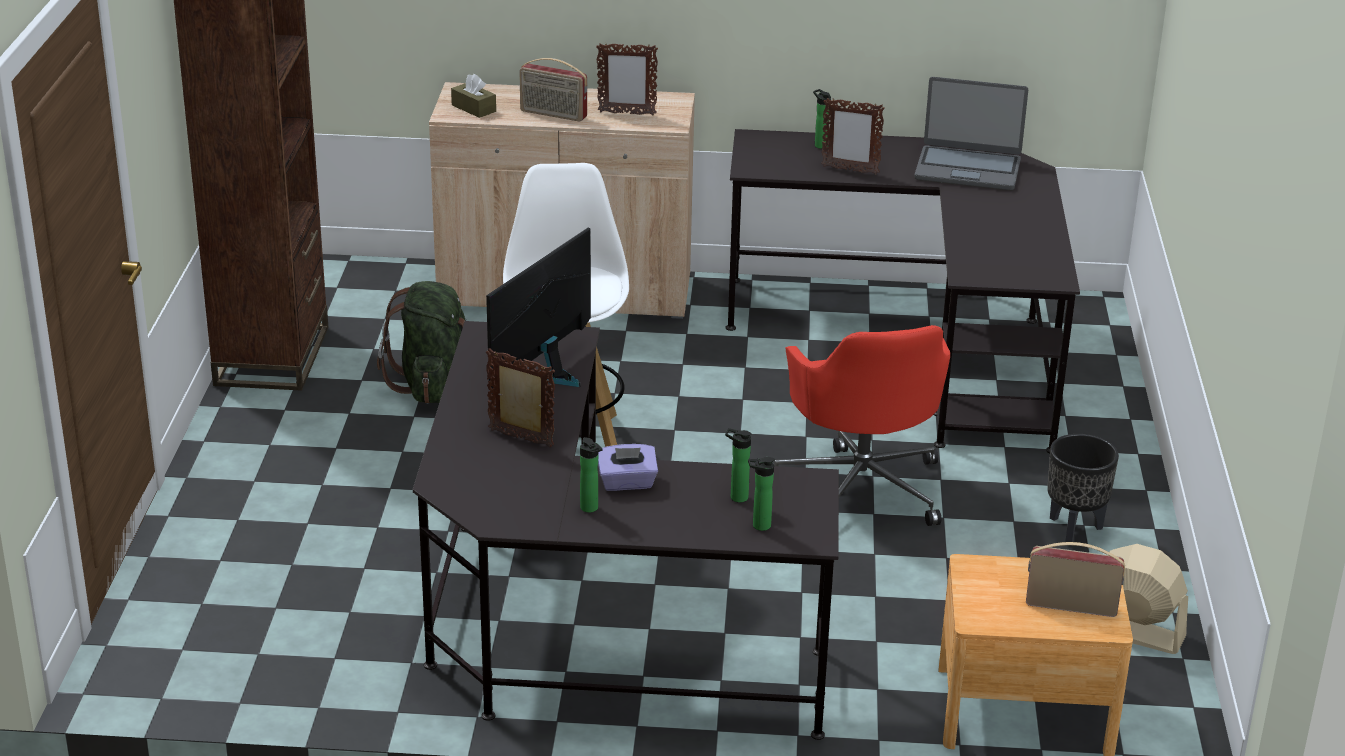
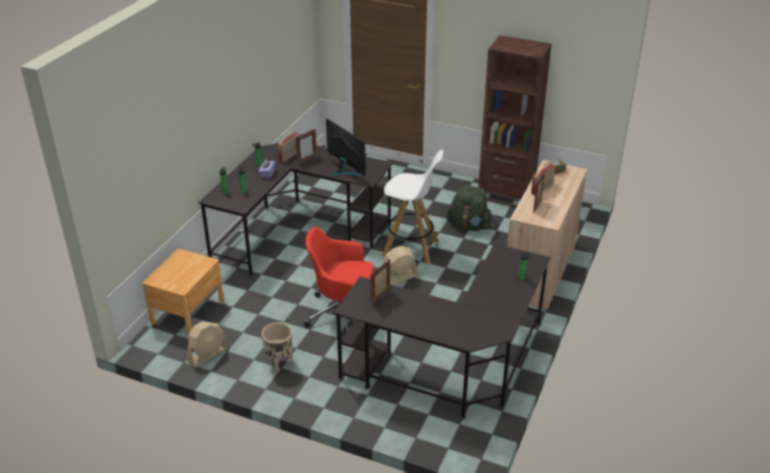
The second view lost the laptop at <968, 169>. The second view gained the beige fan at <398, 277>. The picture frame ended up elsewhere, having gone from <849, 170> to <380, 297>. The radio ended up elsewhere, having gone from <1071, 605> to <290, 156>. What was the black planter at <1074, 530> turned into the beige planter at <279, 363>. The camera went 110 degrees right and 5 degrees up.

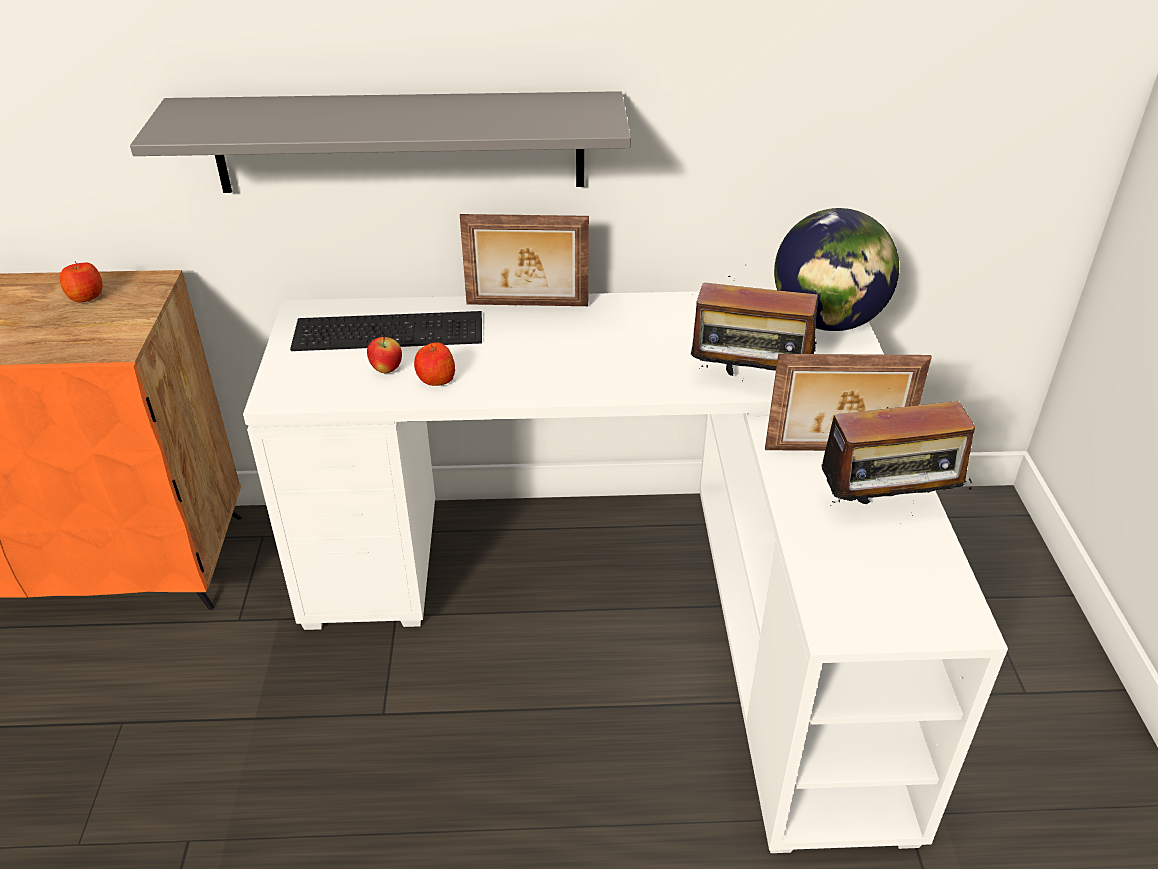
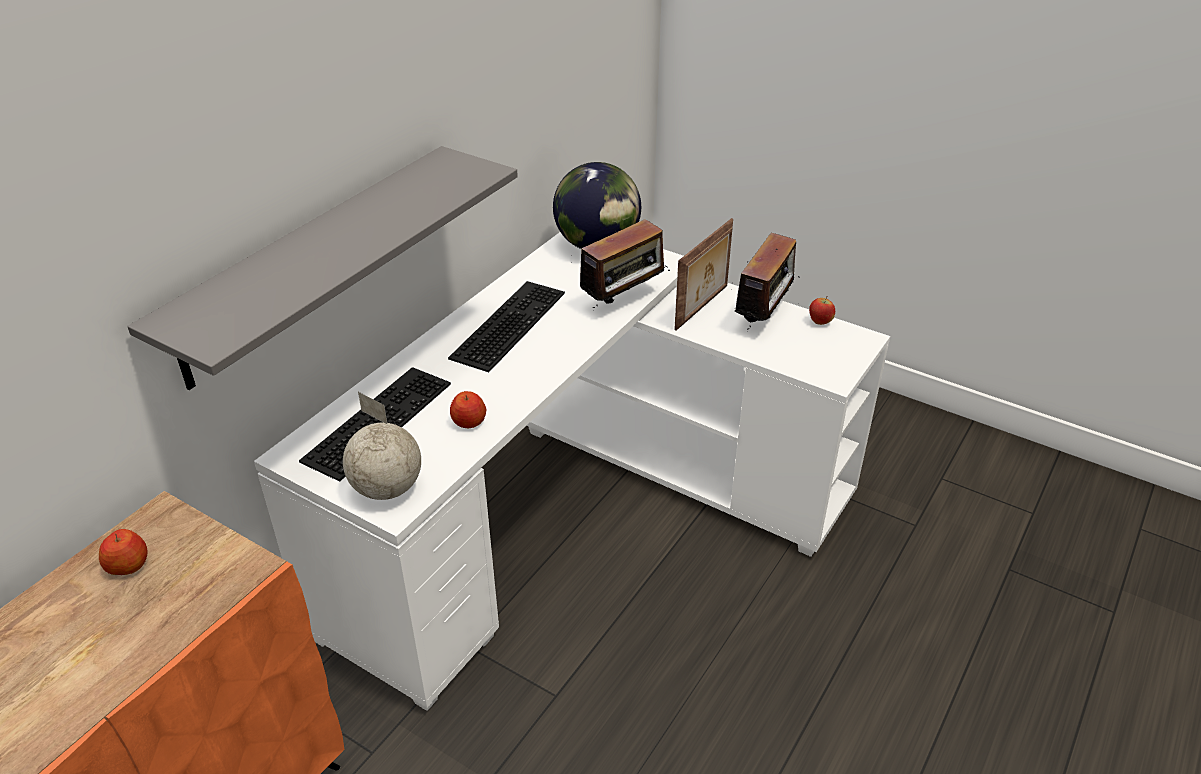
The second view lost the picture frame at <527, 305>. The second view gained the globe at <387, 488>. The second view gained the keyboard at <507, 323>. The apple ended up elsewhere, having gone from <386, 370> to <820, 322>. The camera went 55 degrees left and 0 degrees up.

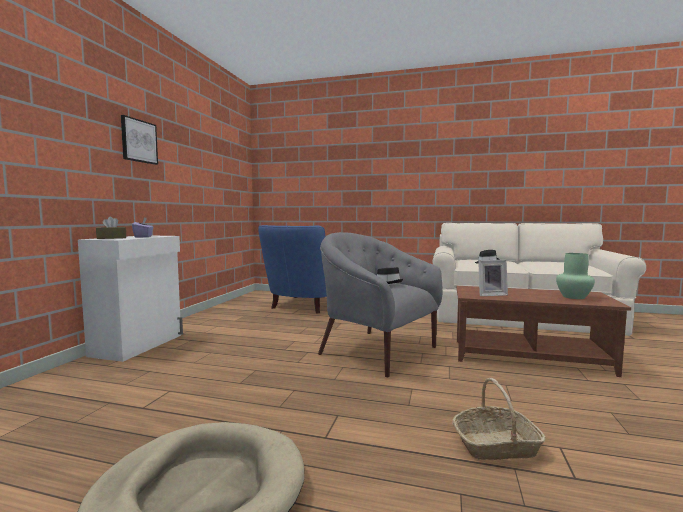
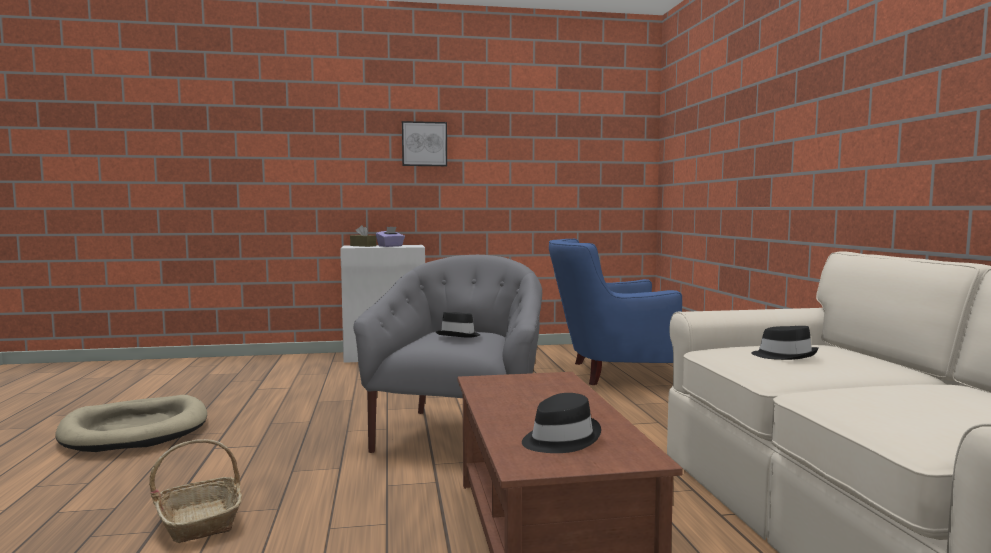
The second view lost the picture frame at <490, 294>. Where the green vase stood at <574, 297>, the black hat came to stand at <560, 439>. The camera went 65 degrees right and 0 degrees up.

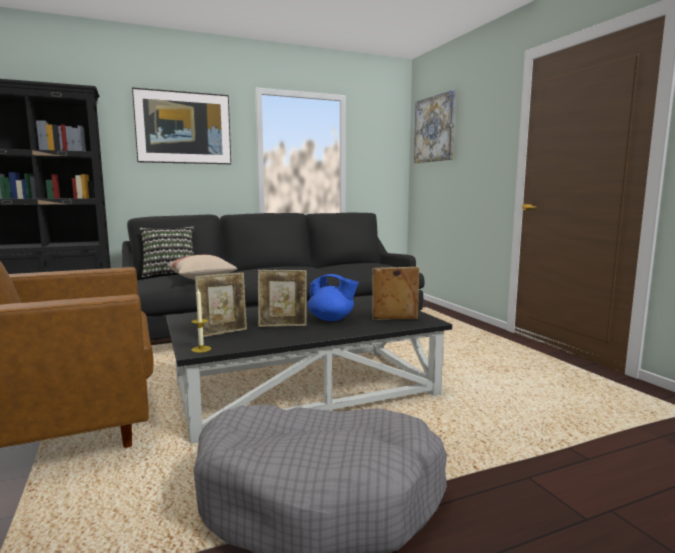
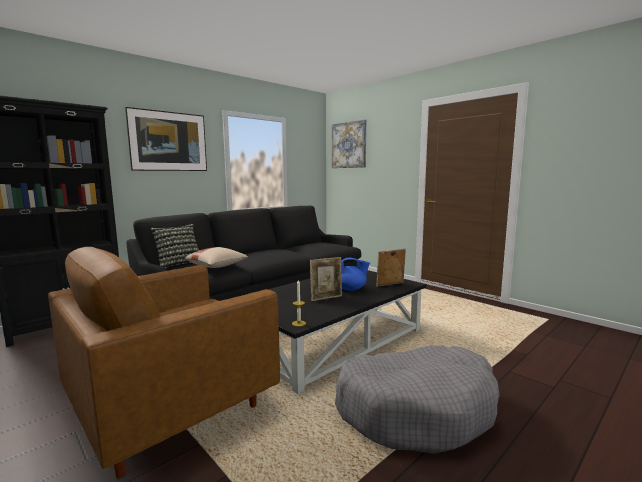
The second view lost the picture frame at <223, 333>. The camera went 20 degrees left and 0 degrees up.

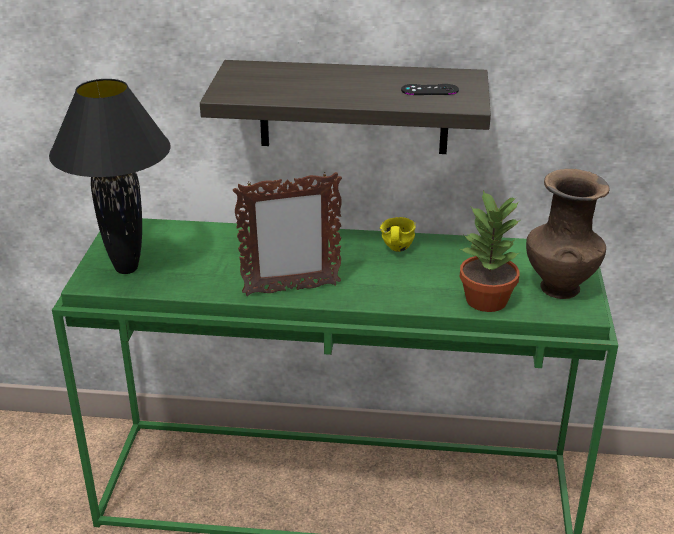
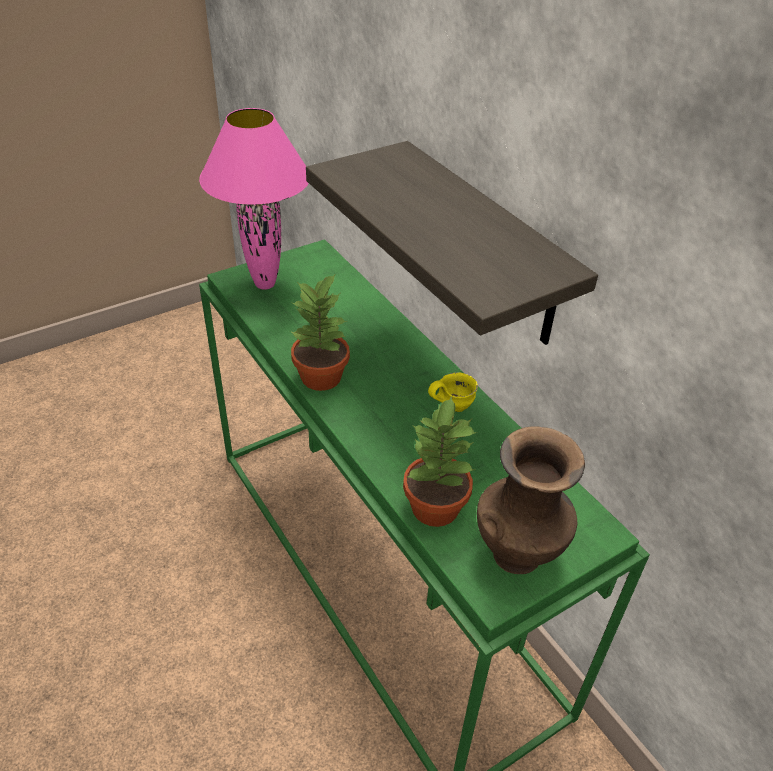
The second view lost the black game controller at <429, 90>. Where the picture frame stood at <290, 290>, the potted plant came to stand at <322, 377>. What was the black table lamp at <128, 268> turned into the pink table lamp at <266, 284>. The camera went 50 degrees right and 10 degrees up.

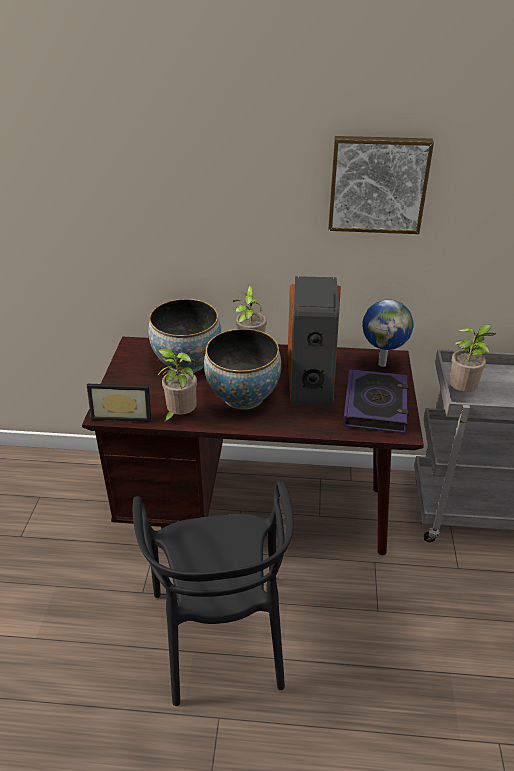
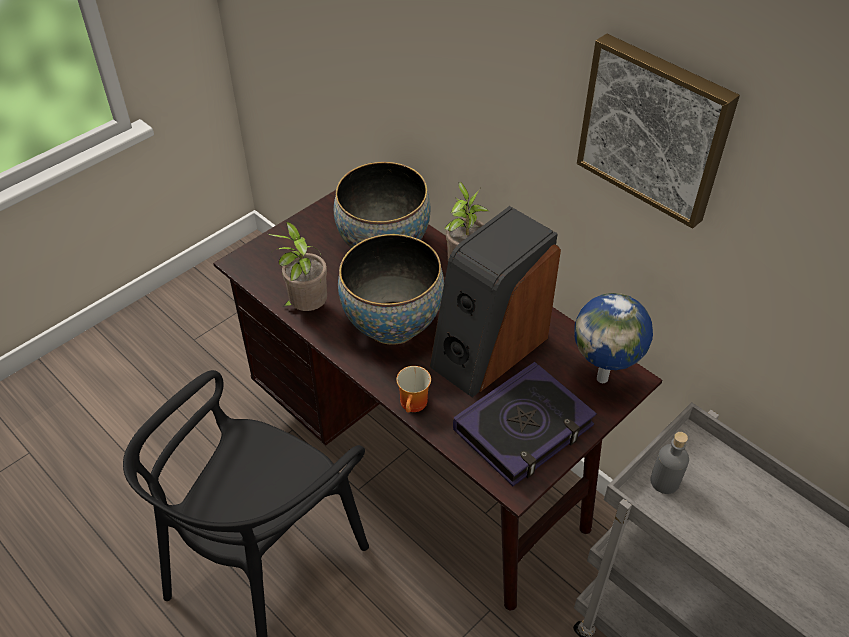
The second view lost the picture frame at <123, 414>. The second view gained the mug at <415, 404>. Where the potted plant stood at <462, 392>, the grey bottle came to stand at <664, 481>. The camera went 40 degrees right and 10 degrees up.

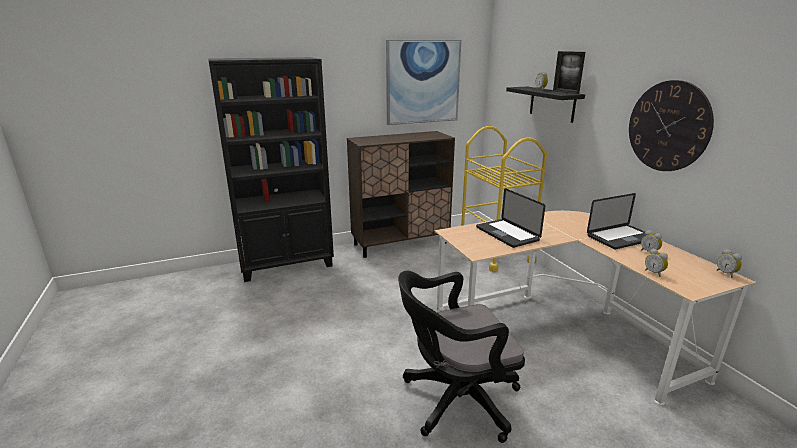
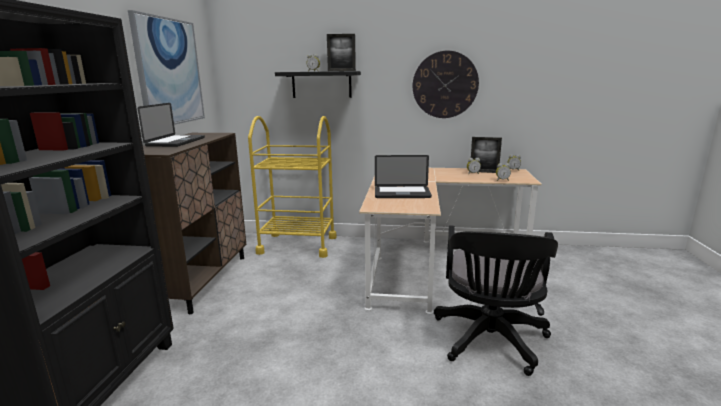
The second view gained the picture frame at <484, 172>. The laptop ended up elsewhere, having gone from <621, 238> to <176, 142>. The camera went 60 degrees left and 5 degrees down.

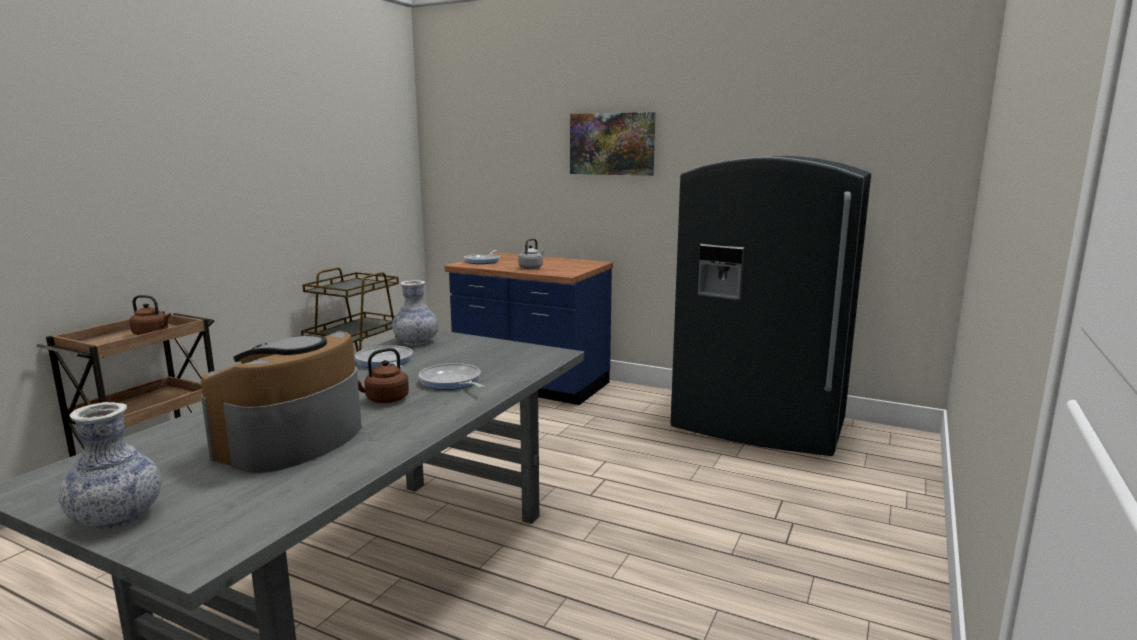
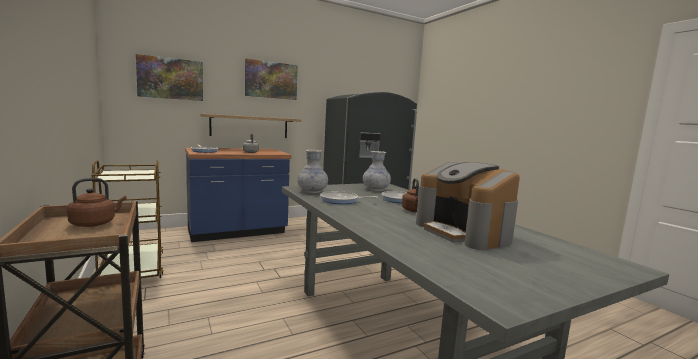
The second view gained the picture at <170, 78>. The second view gained the shelf at <250, 126>. The vase ended up elsewhere, having gone from <117, 517> to <375, 189>. The camera went 55 degrees left and 5 degrees down.

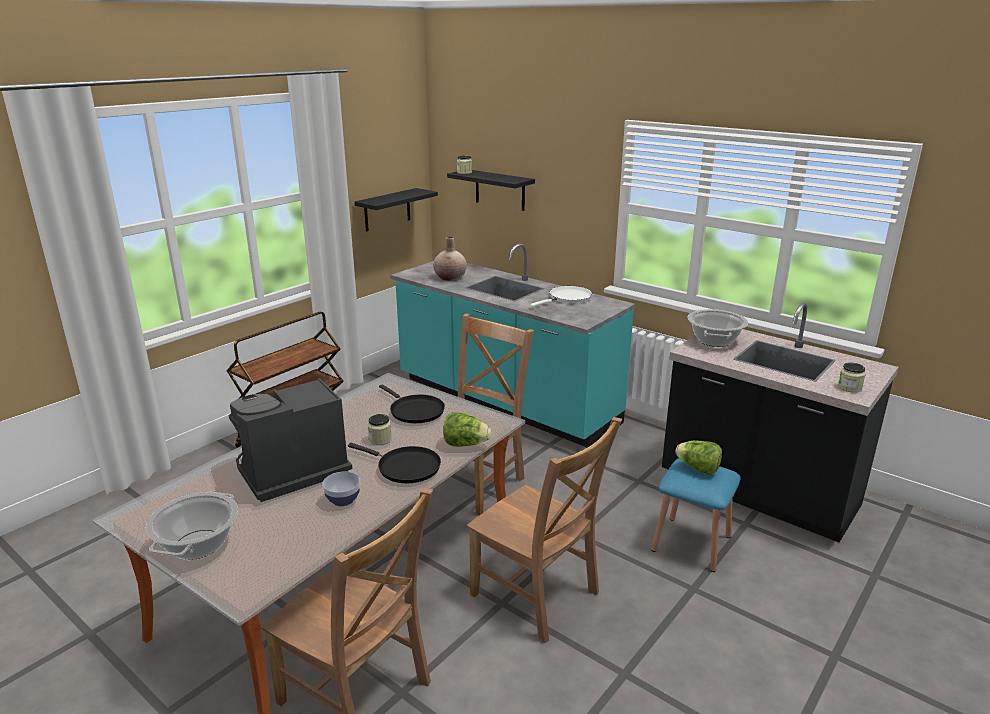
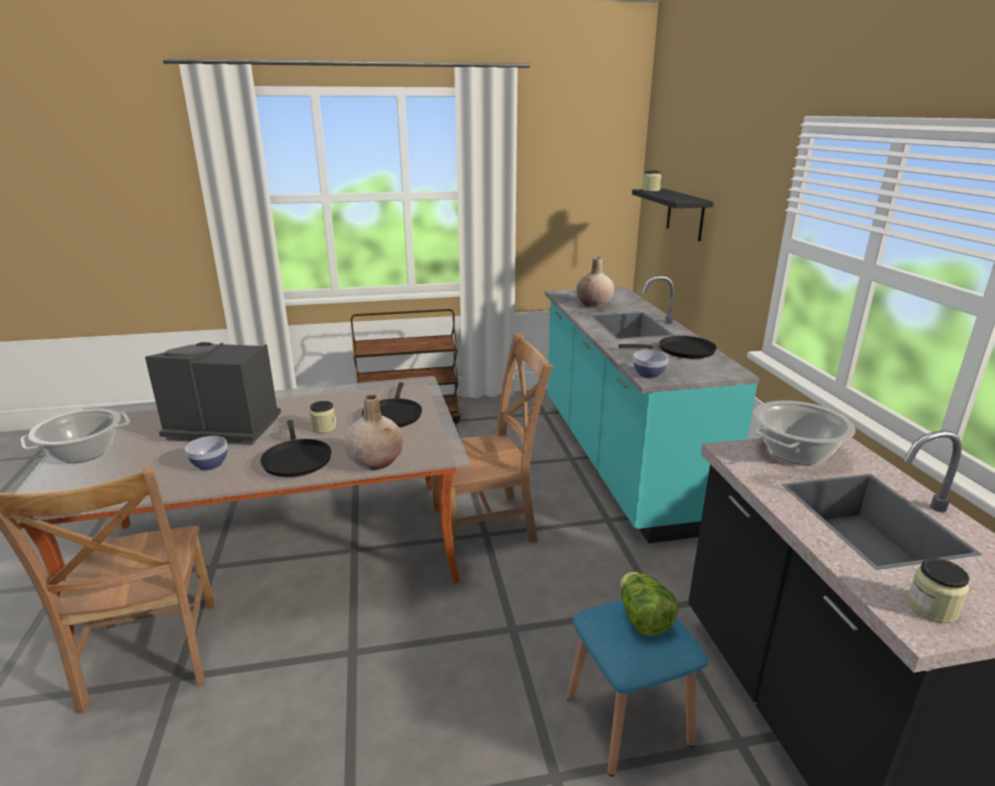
The second view lost the black shelf at <387, 210>. The second view lost the brown chair at <538, 596>. The second view gained the bowl at <648, 374>. Where the lettuce stood at <465, 444>, the beige vase came to stand at <376, 461>. What was the white frying pan at <568, 298> turned into the black frying pan at <682, 351>. The camera went 40 degrees right and 0 degrees up.

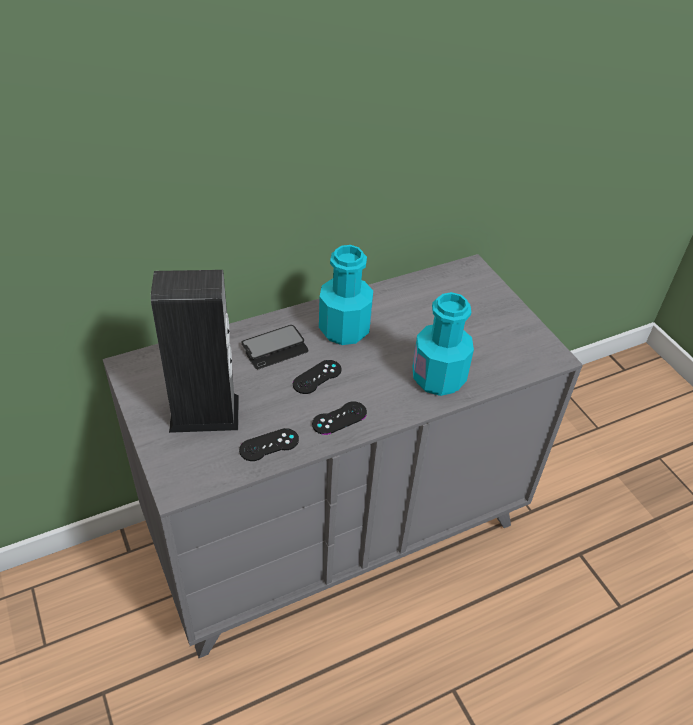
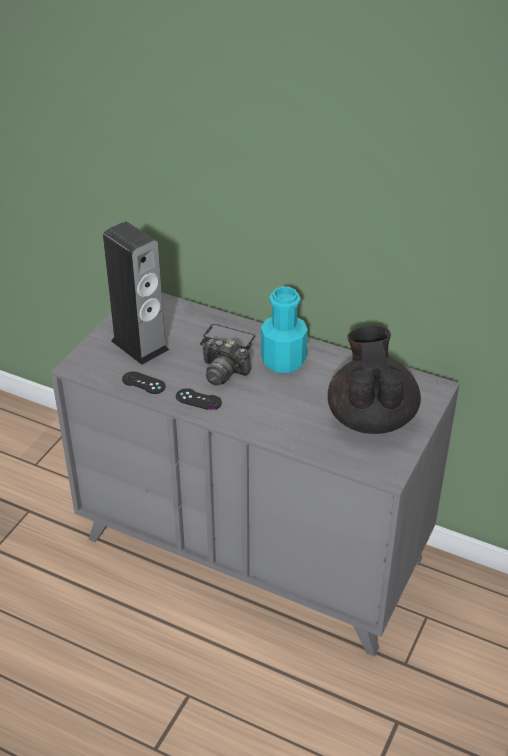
The second view lost the turquoise bottle at <438, 378>. The second view gained the black teapot at <371, 417>. Where the black game controller stood at <317, 377>, the photo camera came to stand at <223, 372>. The camera went 55 degrees right and 5 degrees down.

